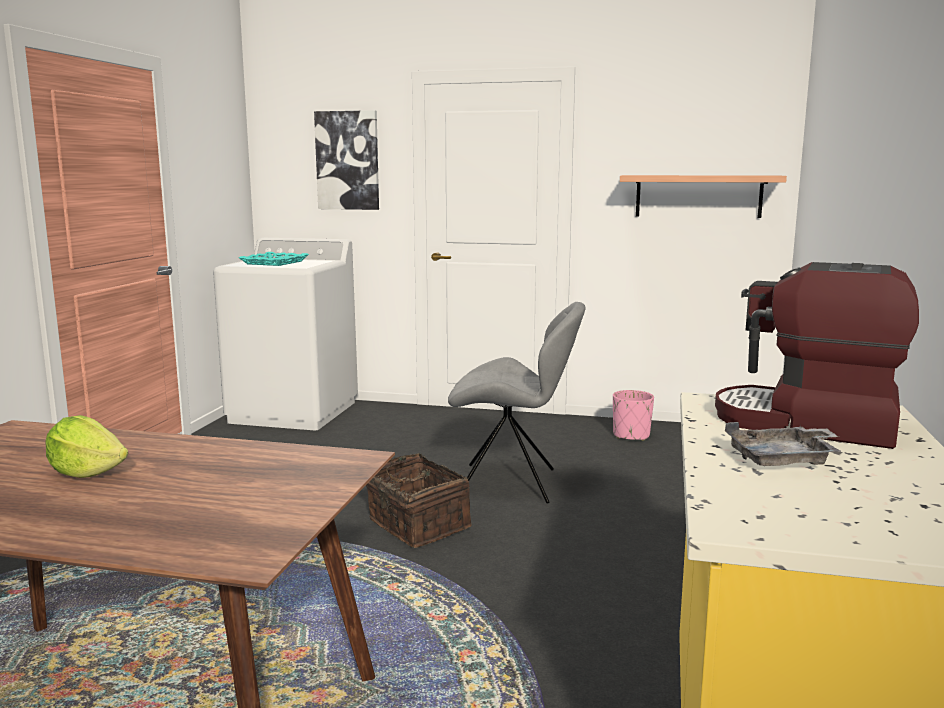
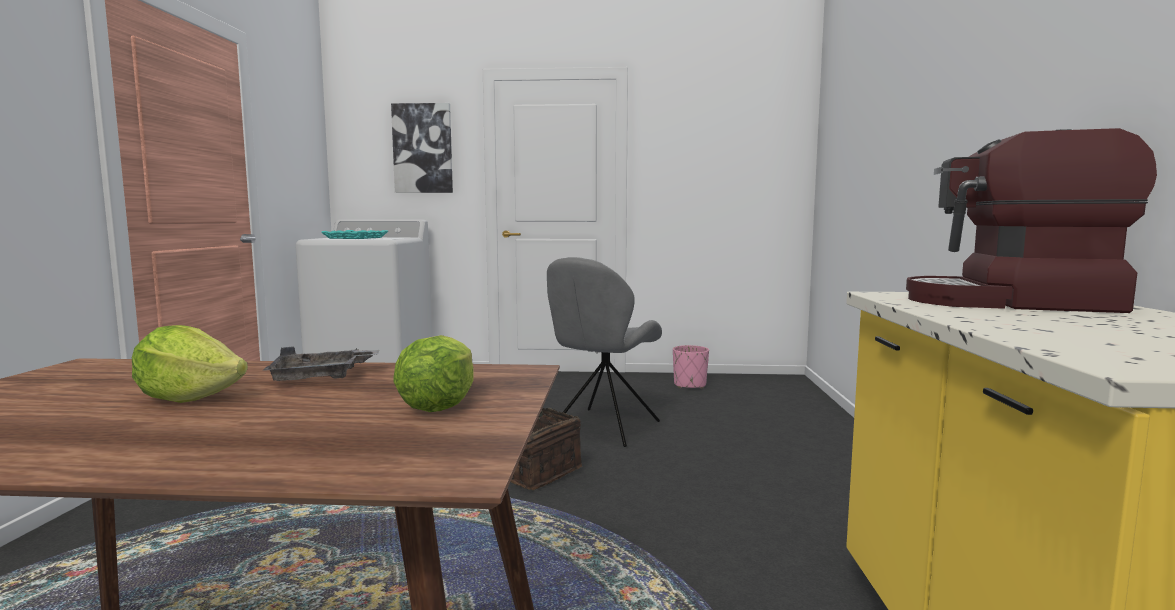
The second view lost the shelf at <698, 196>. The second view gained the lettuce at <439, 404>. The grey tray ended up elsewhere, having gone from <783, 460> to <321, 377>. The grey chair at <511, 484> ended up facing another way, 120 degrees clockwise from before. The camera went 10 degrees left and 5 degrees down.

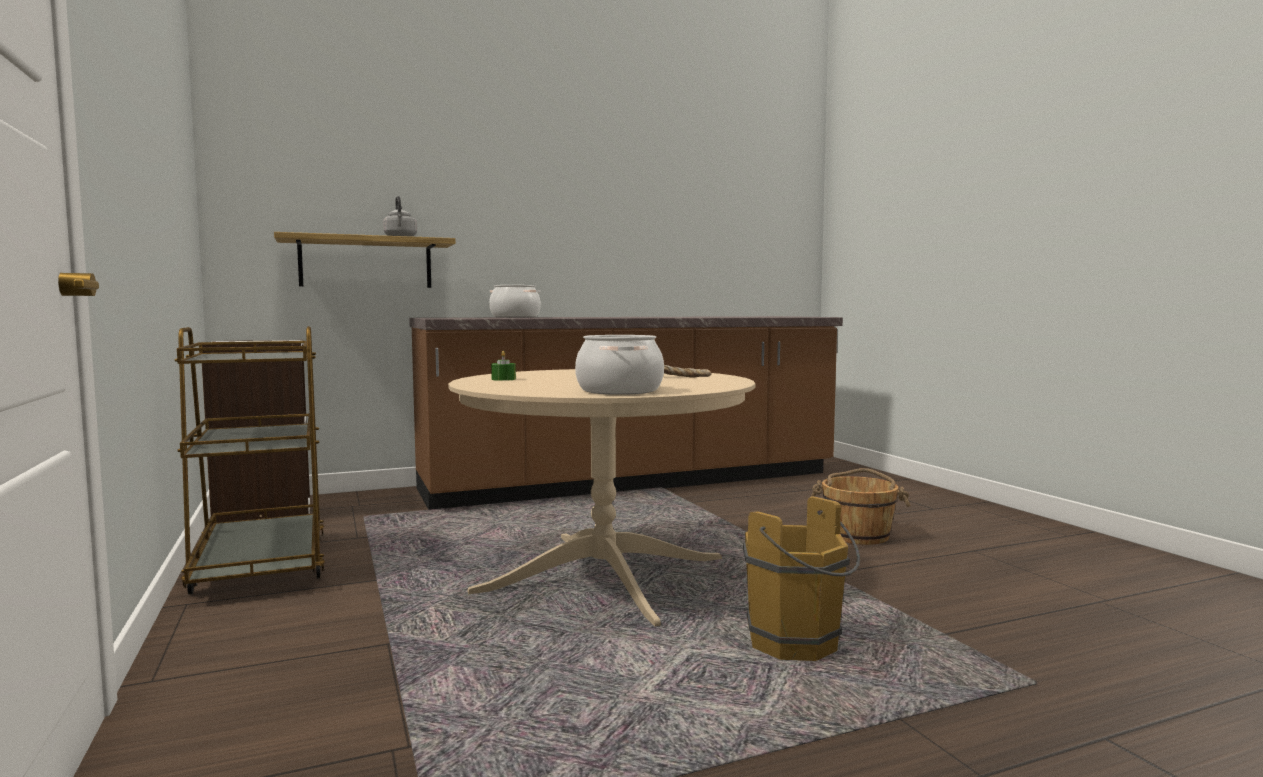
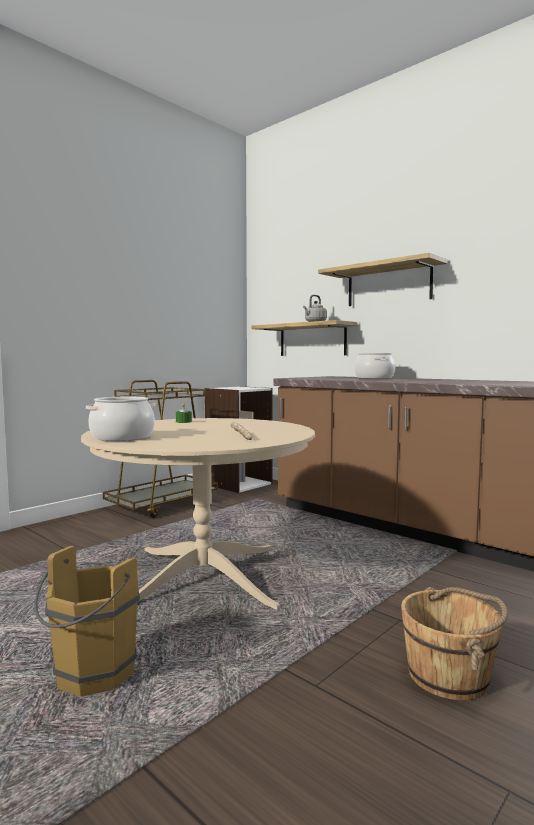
The second view gained the shelf at <388, 285>. The camera went 65 degrees right and 0 degrees up.

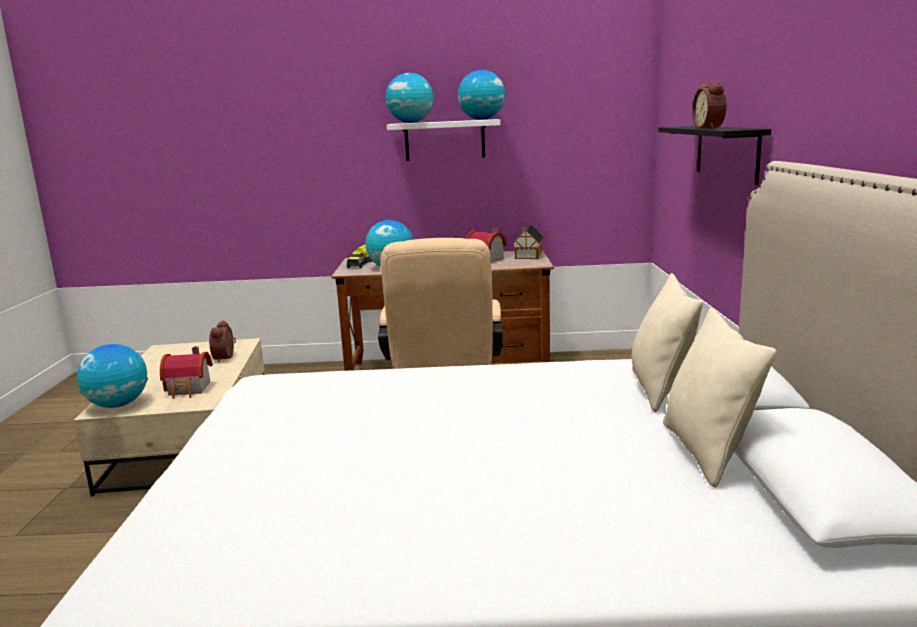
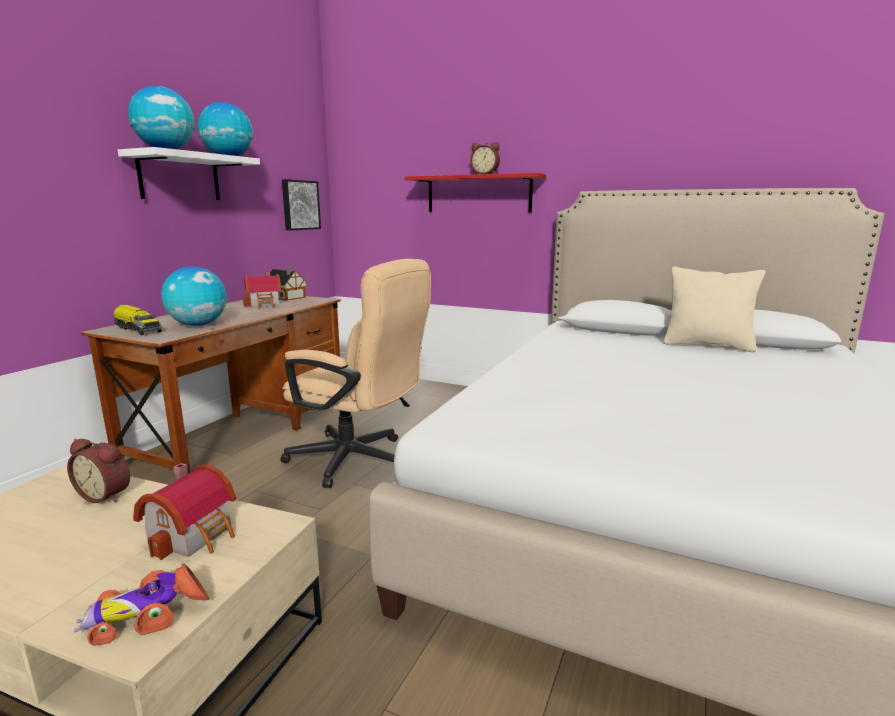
The second view lost the beige pillow at <660, 389>. The second view gained the picture at <300, 205>. Where the globe stood at <118, 405>, the toy car came to stand at <146, 615>. What was the black shelf at <726, 152> turned into the red shelf at <478, 194>. The camera went 65 degrees left and 0 degrees up.

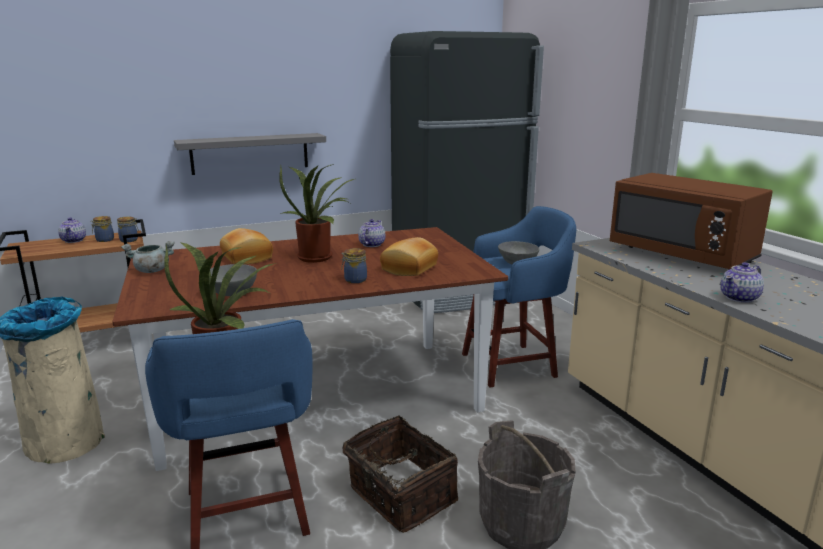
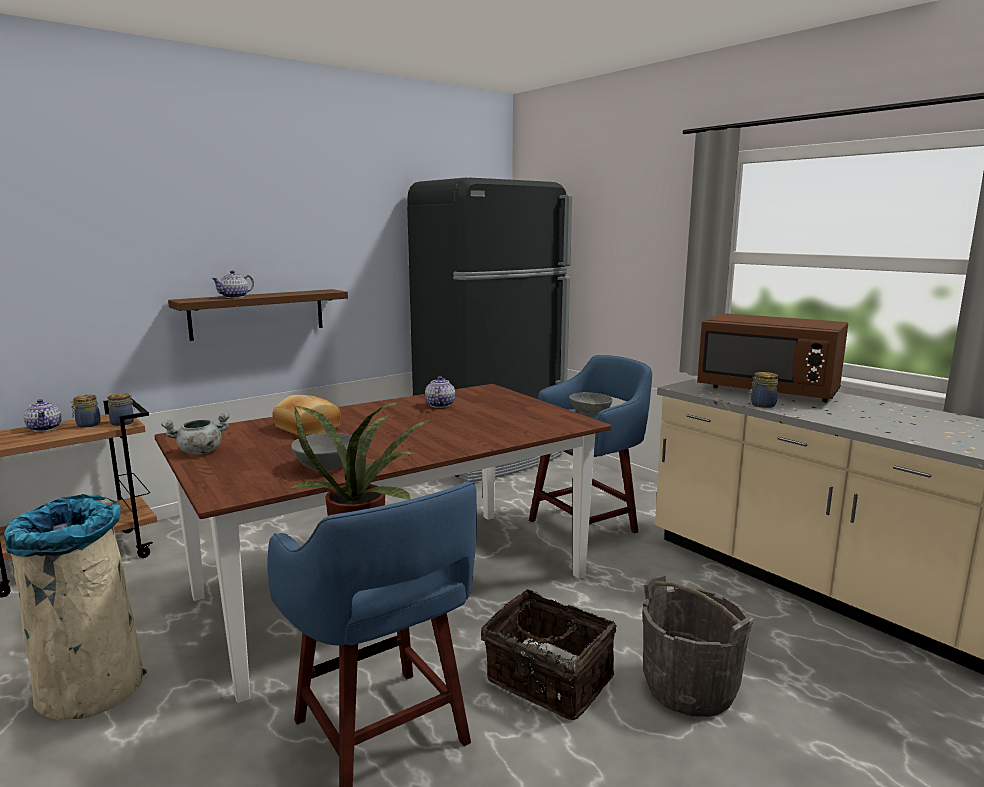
The second view lost the potted plant at <318, 257>. The second view lost the bread at <410, 268>. The jar ended up elsewhere, having gone from <354, 280> to <762, 405>. The teapot ended up elsewhere, having gone from <740, 298> to <235, 297>. What was the grey shelf at <250, 153> turned into the brown shelf at <258, 314>. The camera went 15 degrees left and 5 degrees down.

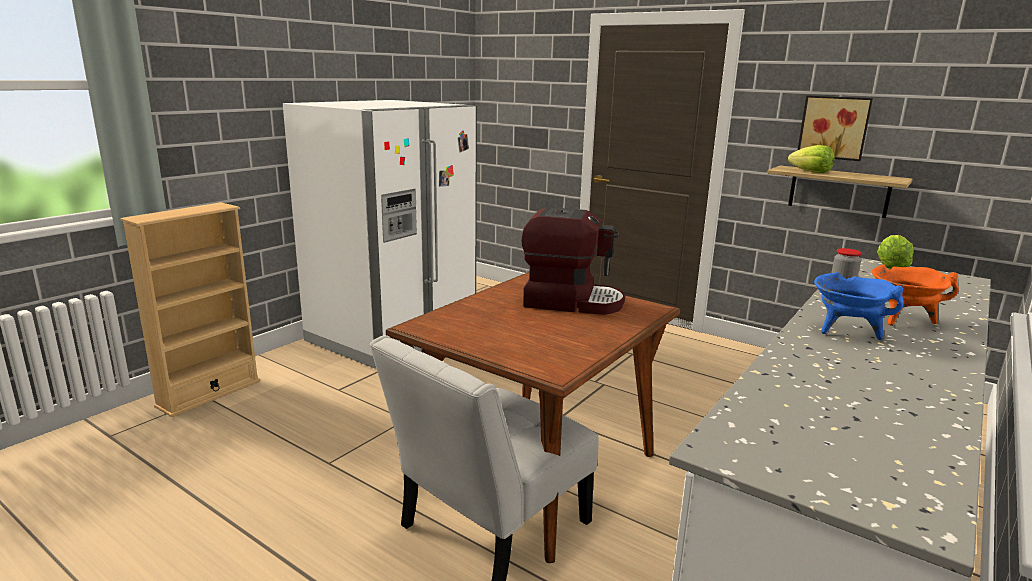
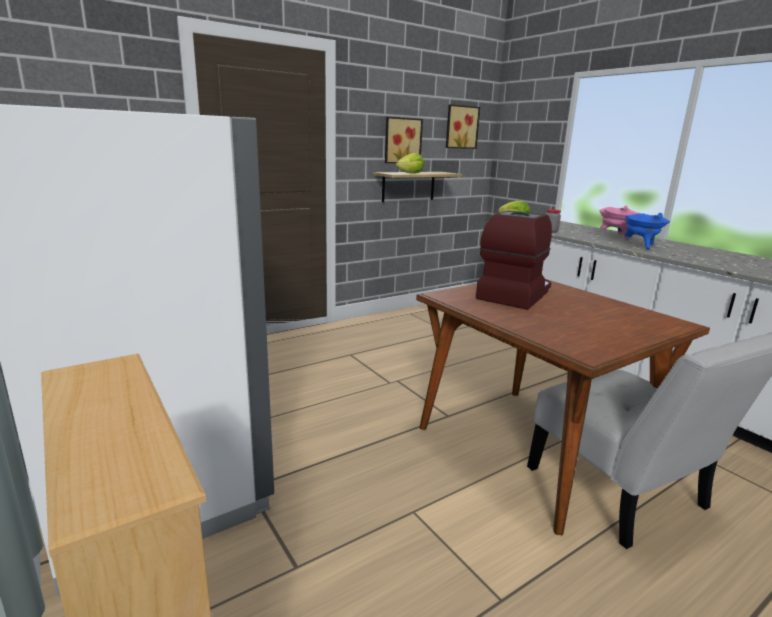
The second view gained the picture at <461, 127>. What was the orange cooking pot at <902, 320> turned into the pink cooking pot at <615, 237>. The camera went 70 degrees left and 0 degrees up.

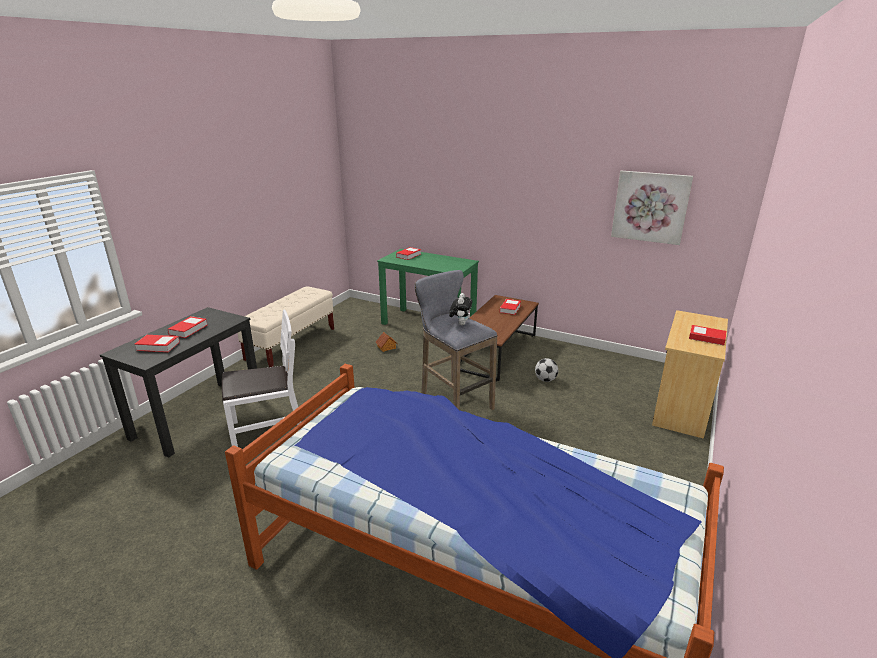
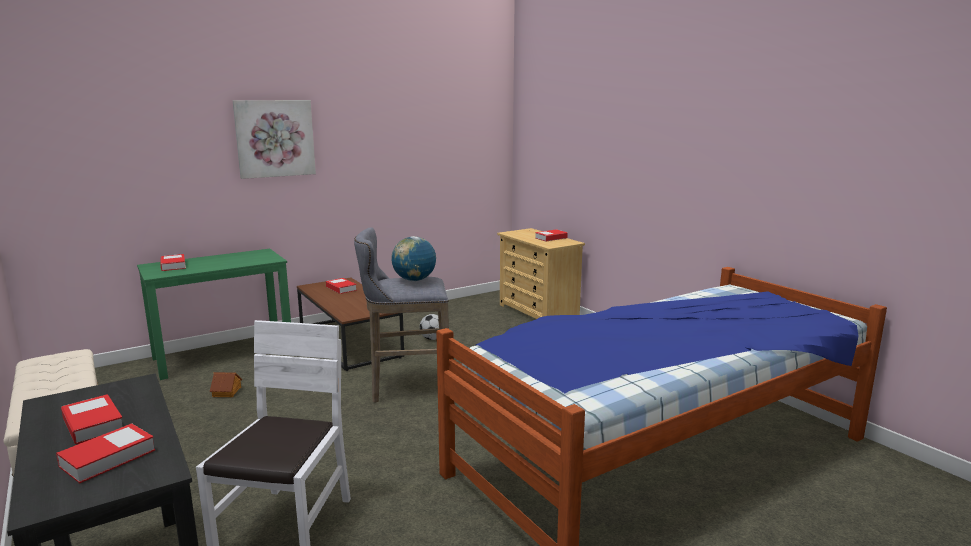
The picture ended up elsewhere, having gone from <650, 207> to <275, 138>. Where the plush toy stood at <460, 323>, the globe came to stand at <414, 280>. The camera went 60 degrees left and 10 degrees down.

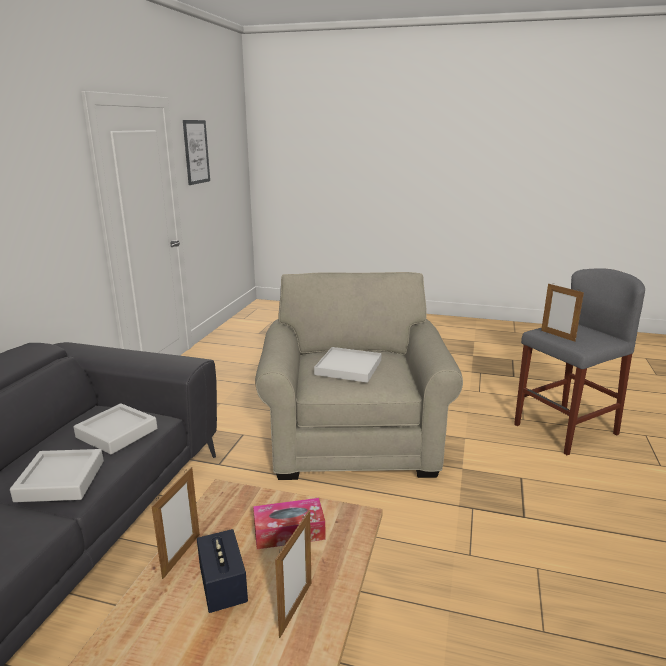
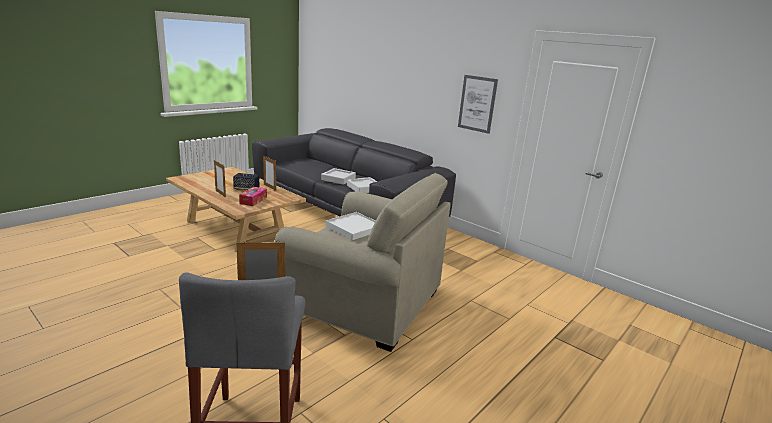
The picture ended up elsewhere, having gone from <196, 152> to <477, 104>. The camera went 115 degrees right and 0 degrees up.

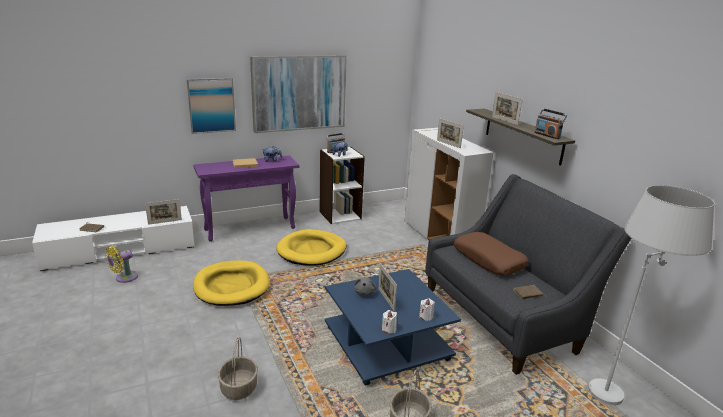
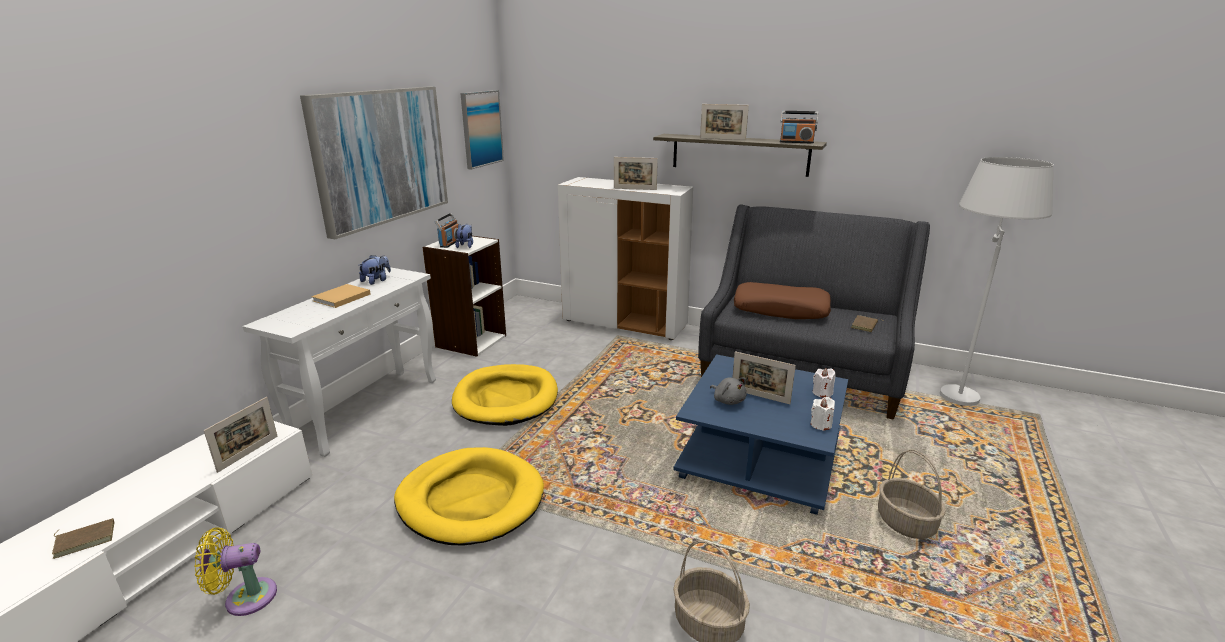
The picture ended up elsewhere, having gone from <211, 105> to <481, 129>. What was the purple console table at <250, 228> turned into the white console table at <367, 409>. The yellow fan at <124, 278> ended up facing another way, 75 degrees clockwise from before. The camera went 40 degrees left and 0 degrees up.

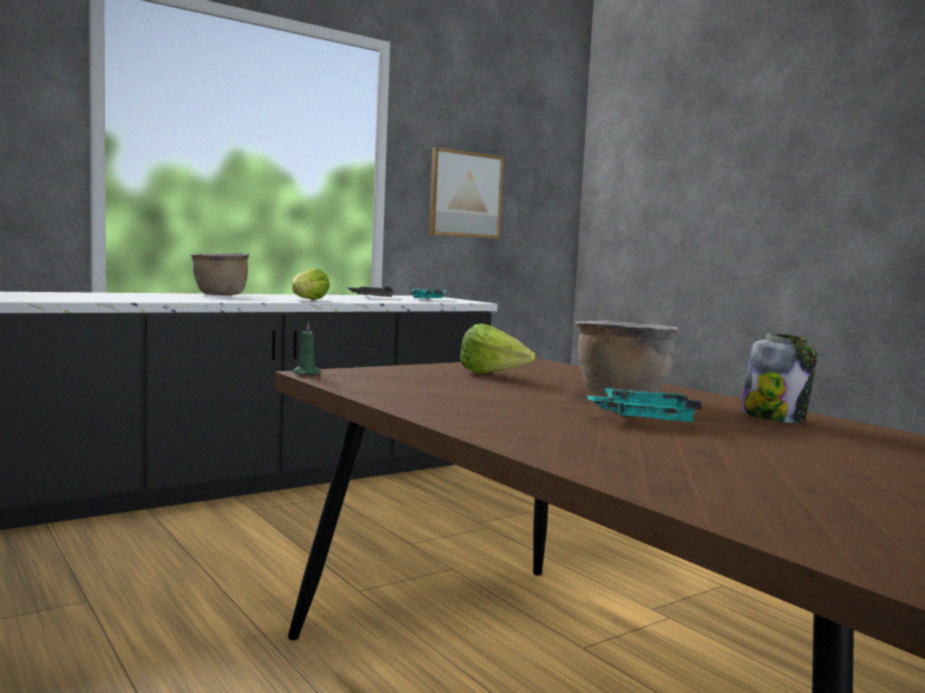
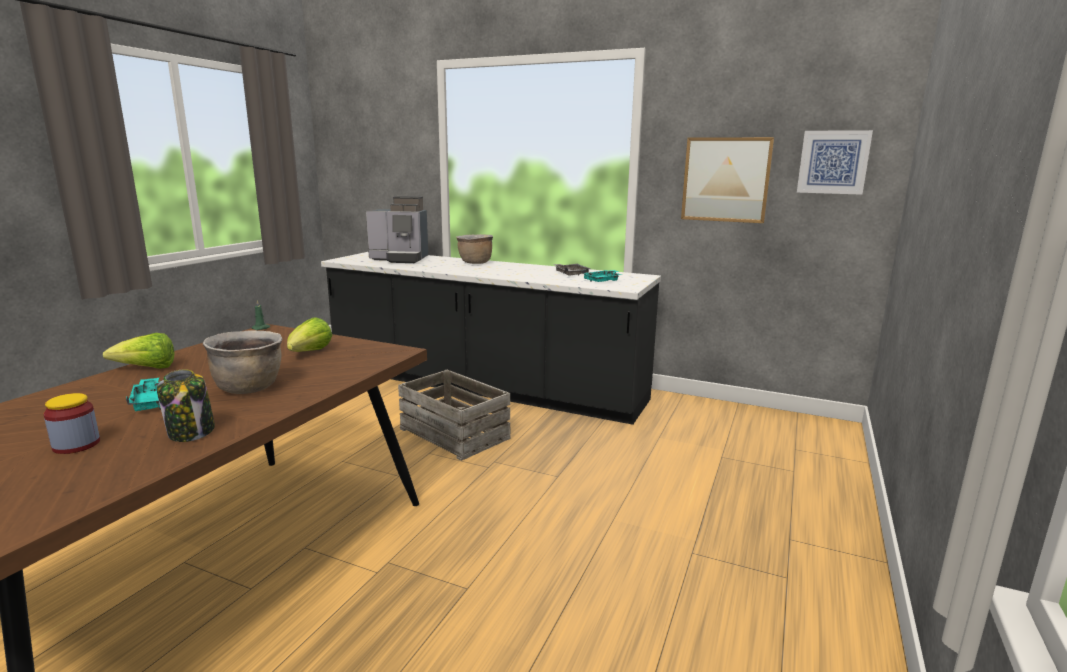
The second view gained the jar at <76, 445>. The second view gained the coffee machine at <400, 259>. The second view gained the crate at <455, 433>. The second view gained the picture at <833, 162>. The lettuce ended up elsewhere, having gone from <308, 300> to <147, 369>. The camera went 60 degrees right and 10 degrees up.

